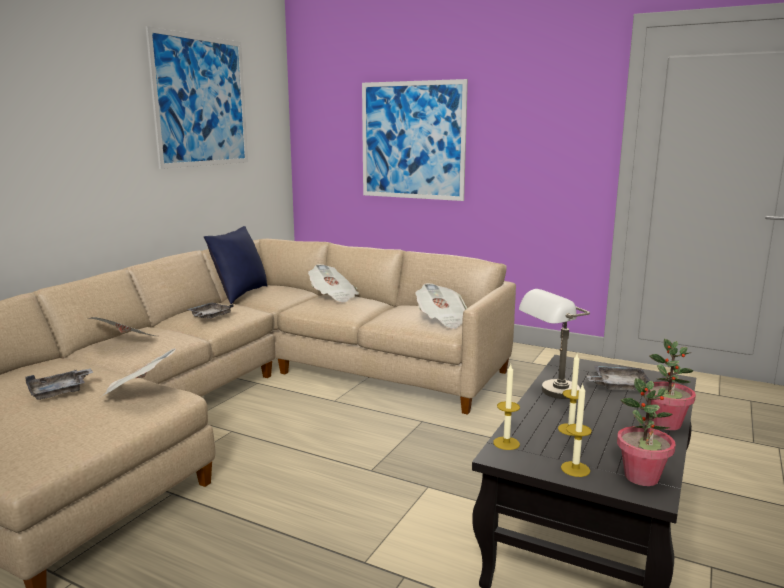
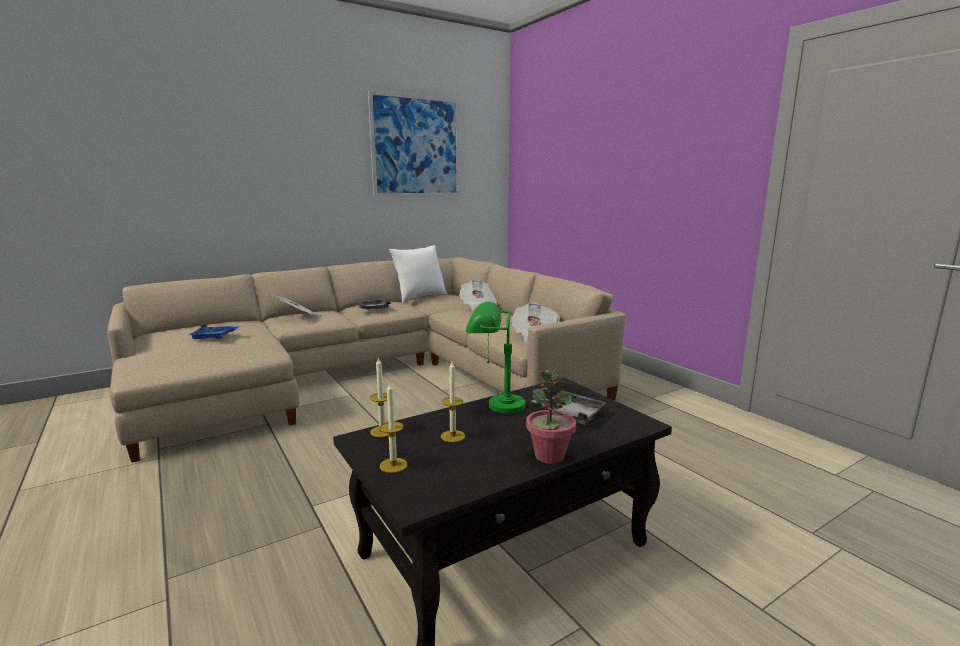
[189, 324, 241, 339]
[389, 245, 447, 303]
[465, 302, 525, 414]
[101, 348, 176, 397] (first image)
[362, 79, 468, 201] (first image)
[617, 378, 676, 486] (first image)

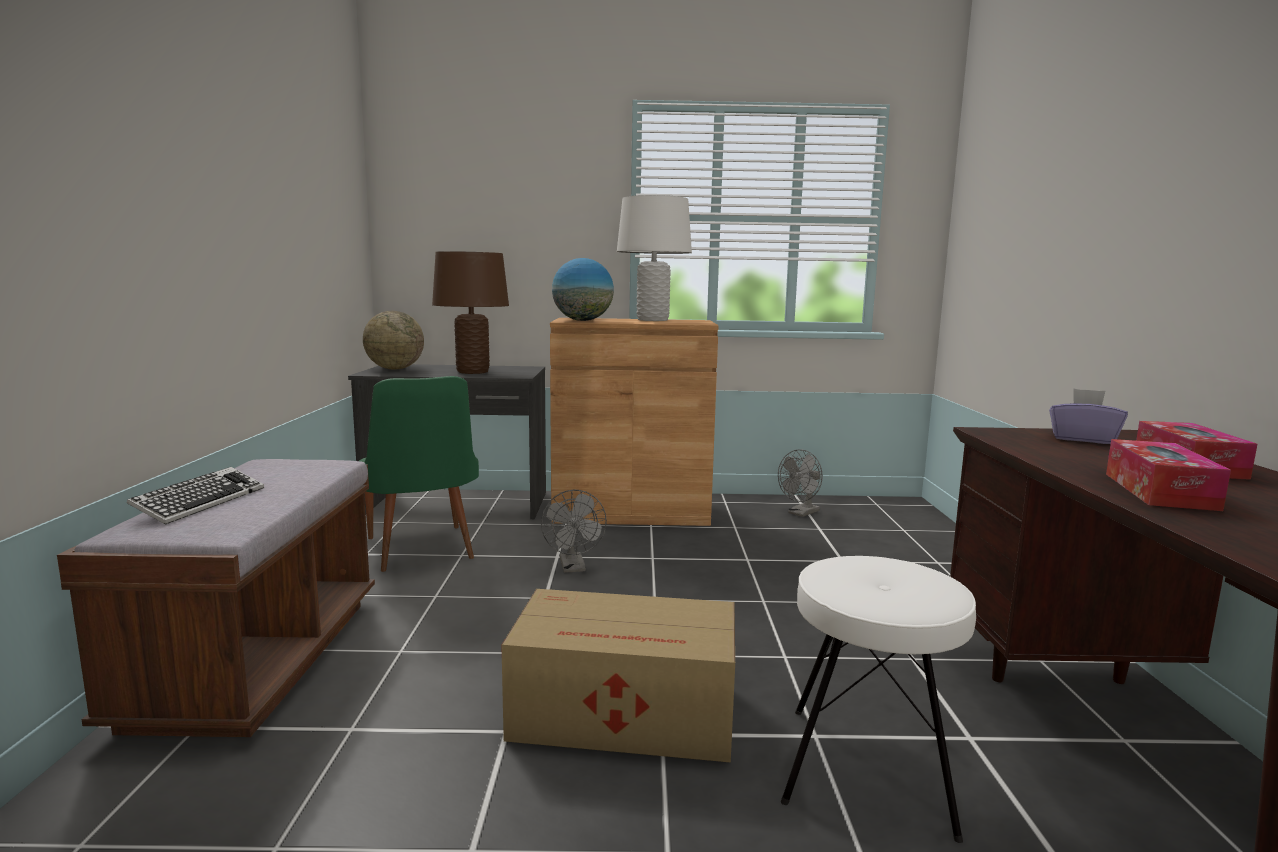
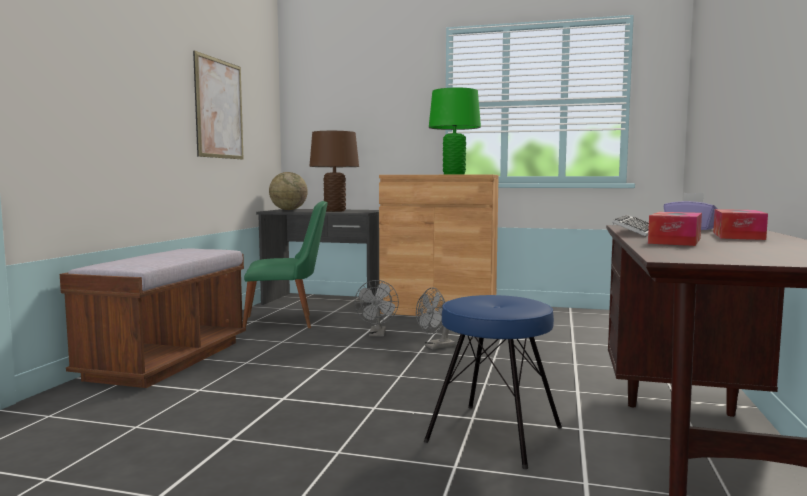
[193, 50, 244, 159]
[243, 201, 328, 332]
[416, 287, 456, 350]
[424, 295, 562, 469]
[429, 88, 481, 175]
[612, 215, 649, 237]
[501, 589, 735, 763] (first image)
[552, 258, 614, 321] (first image)

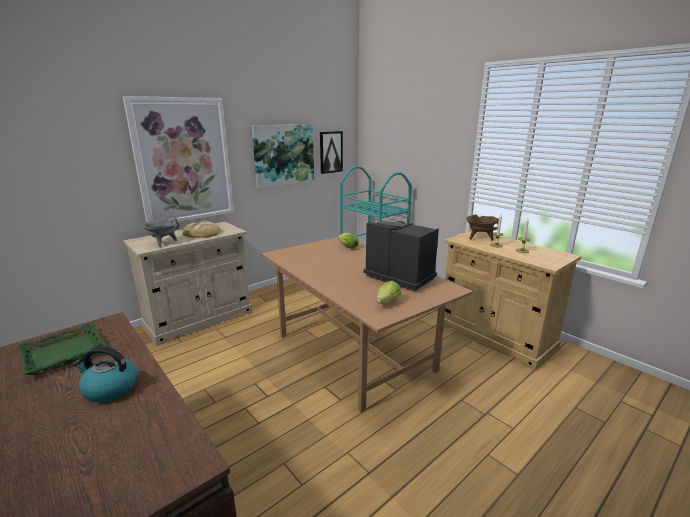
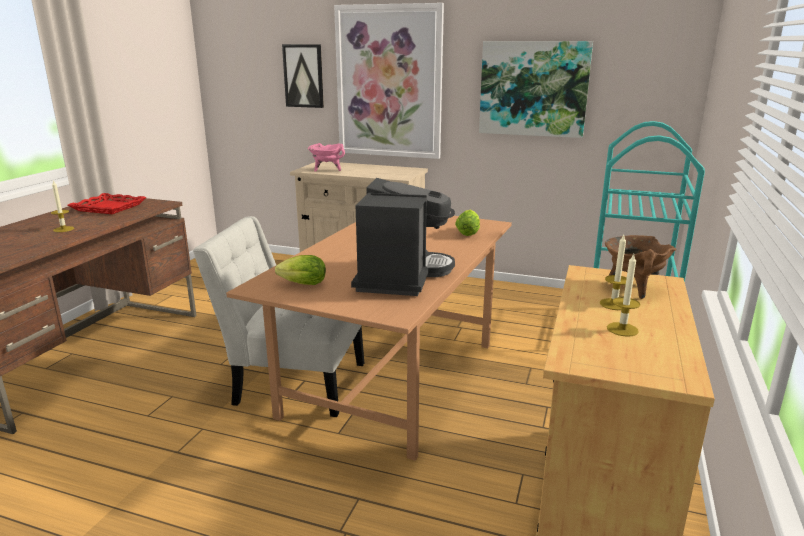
[51, 180, 74, 232]
[68, 193, 146, 214]
[193, 216, 364, 417]
[282, 44, 324, 108]
[308, 143, 345, 172]
[182, 221, 221, 238] (first image)

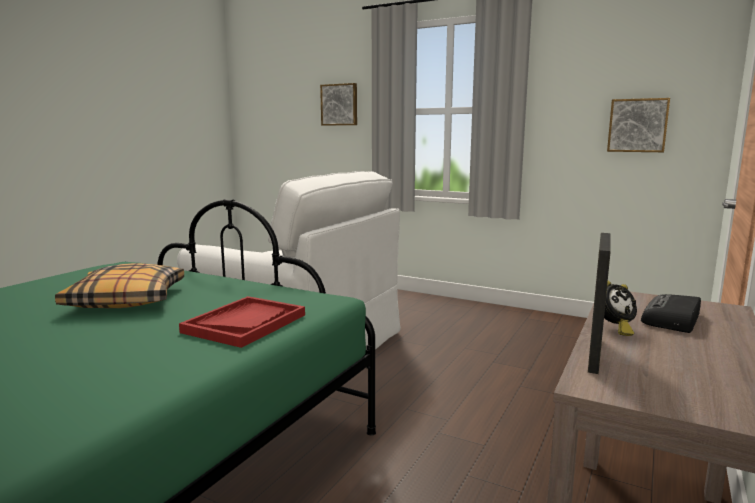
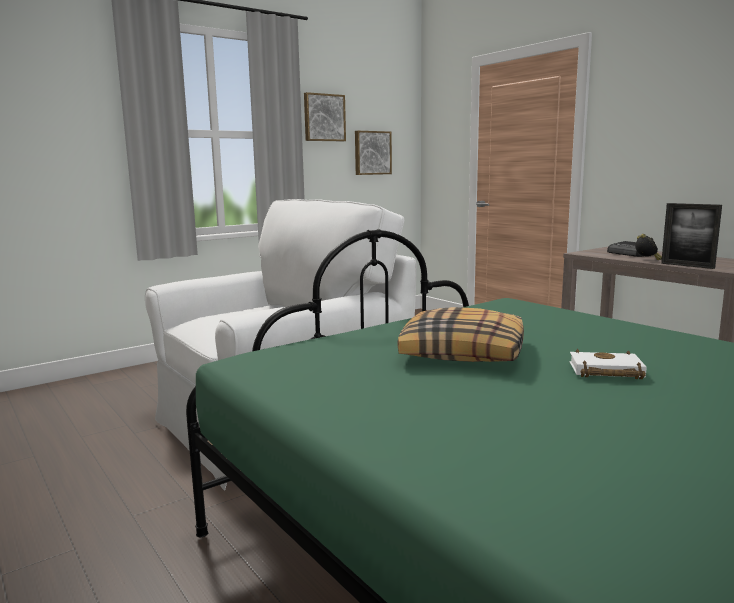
[304, 92, 346, 141]
[569, 349, 647, 379]
[179, 296, 305, 348] (first image)

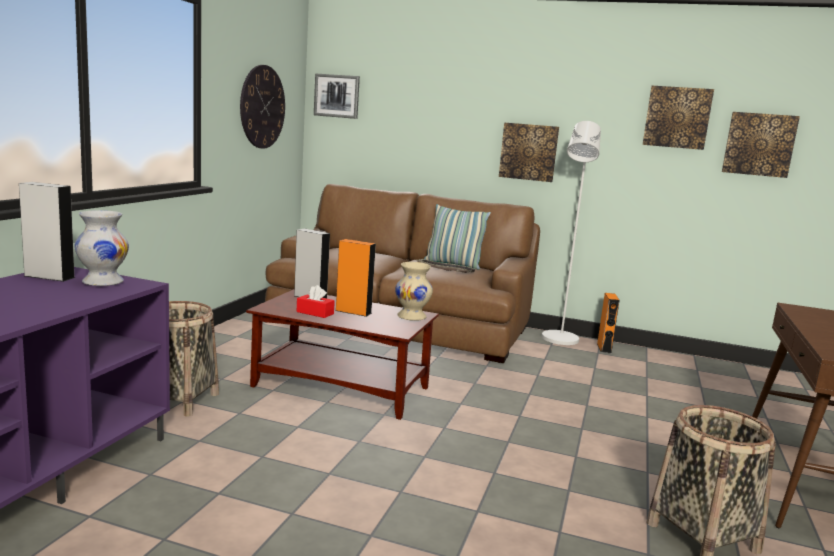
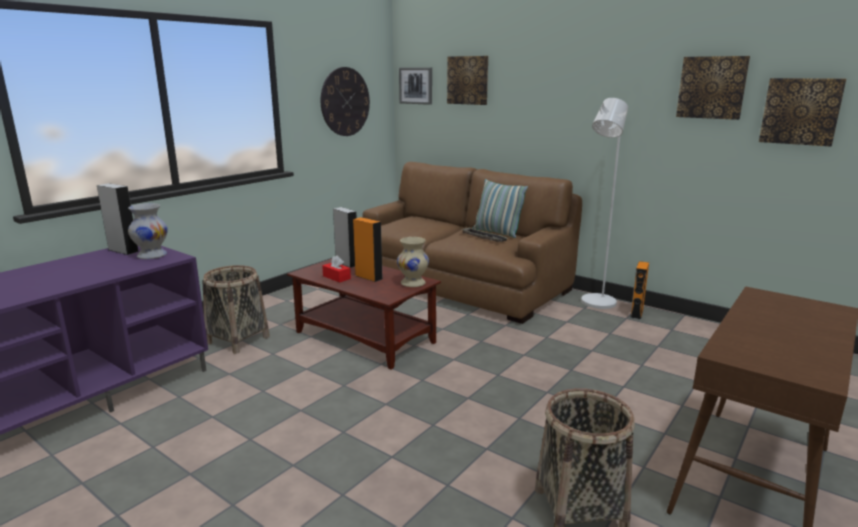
[447, 56, 488, 105]

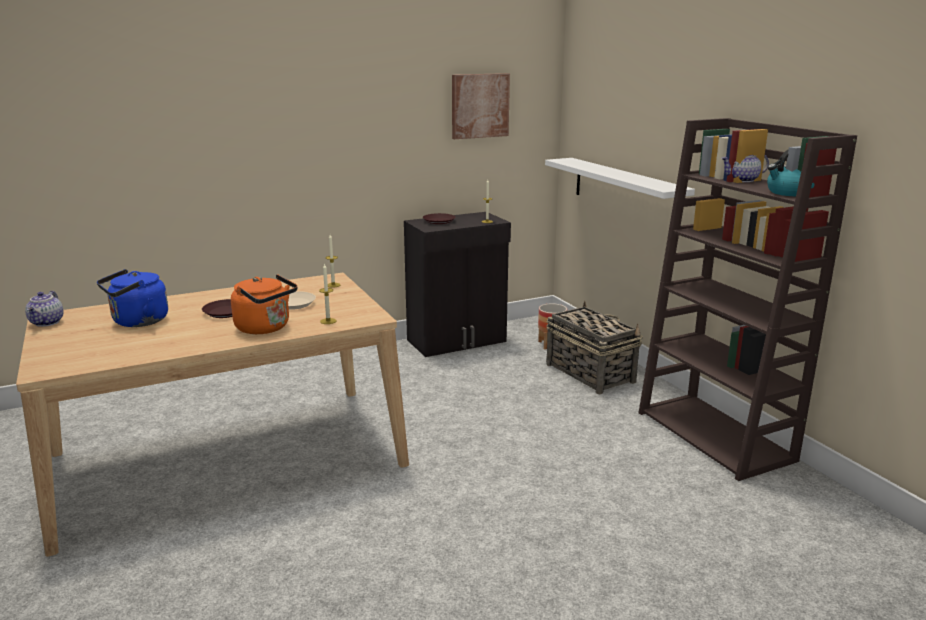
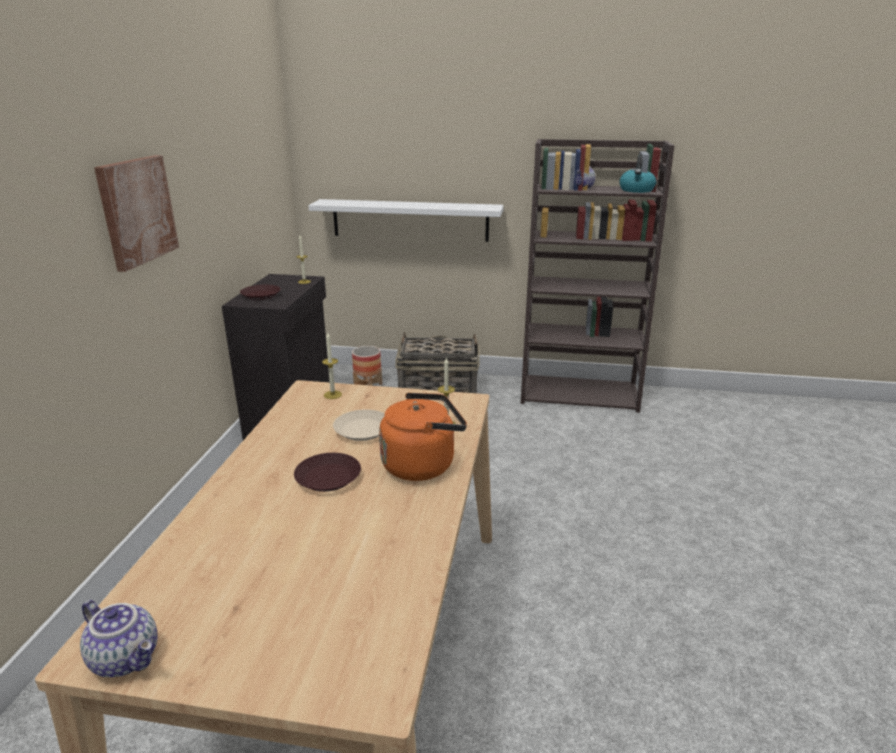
[94, 155, 179, 272]
[97, 269, 168, 327] (first image)

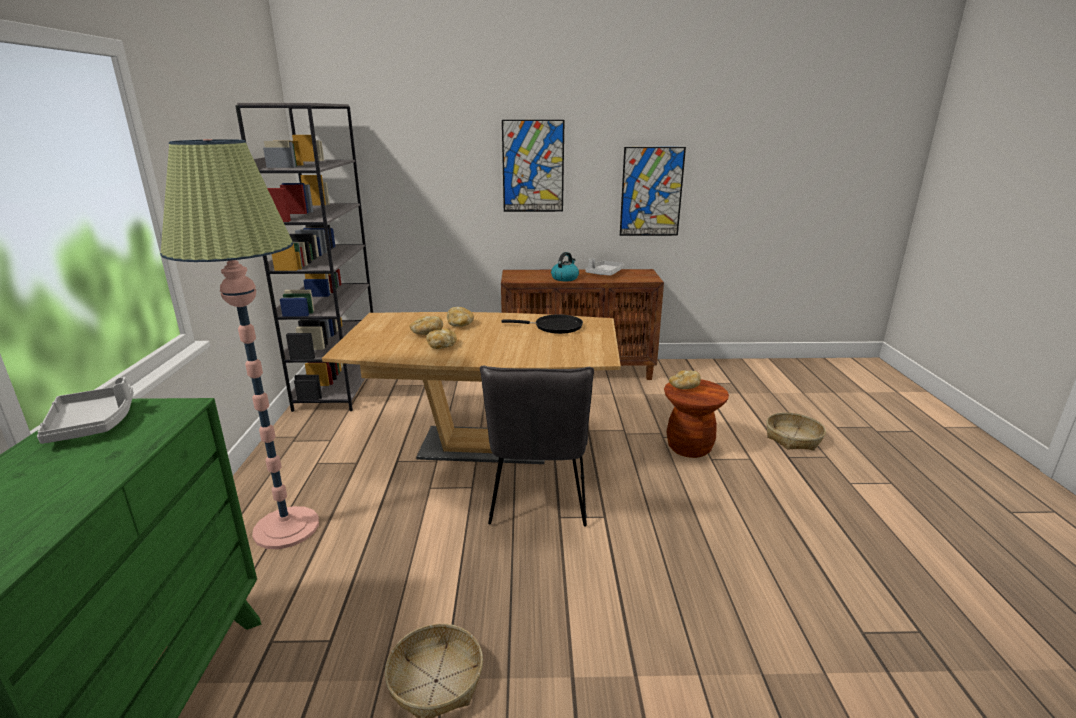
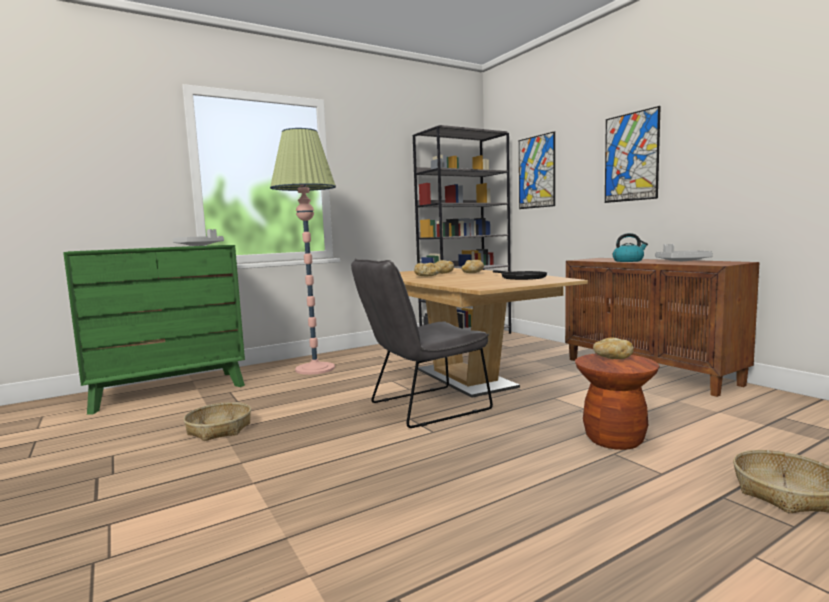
[519, 131, 555, 209]

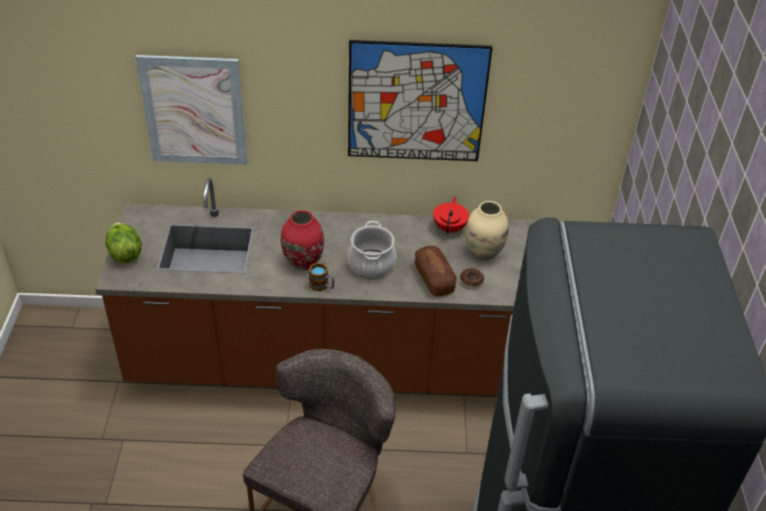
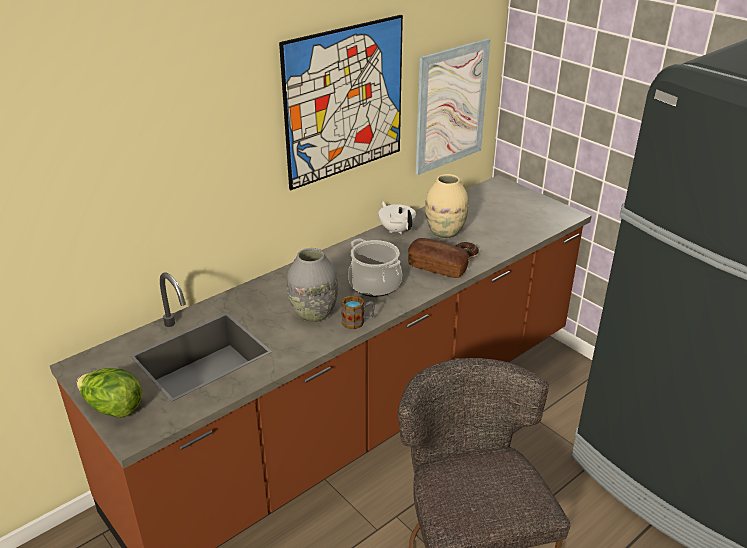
[287, 248, 338, 322]
[378, 201, 416, 234]
[416, 38, 491, 175]

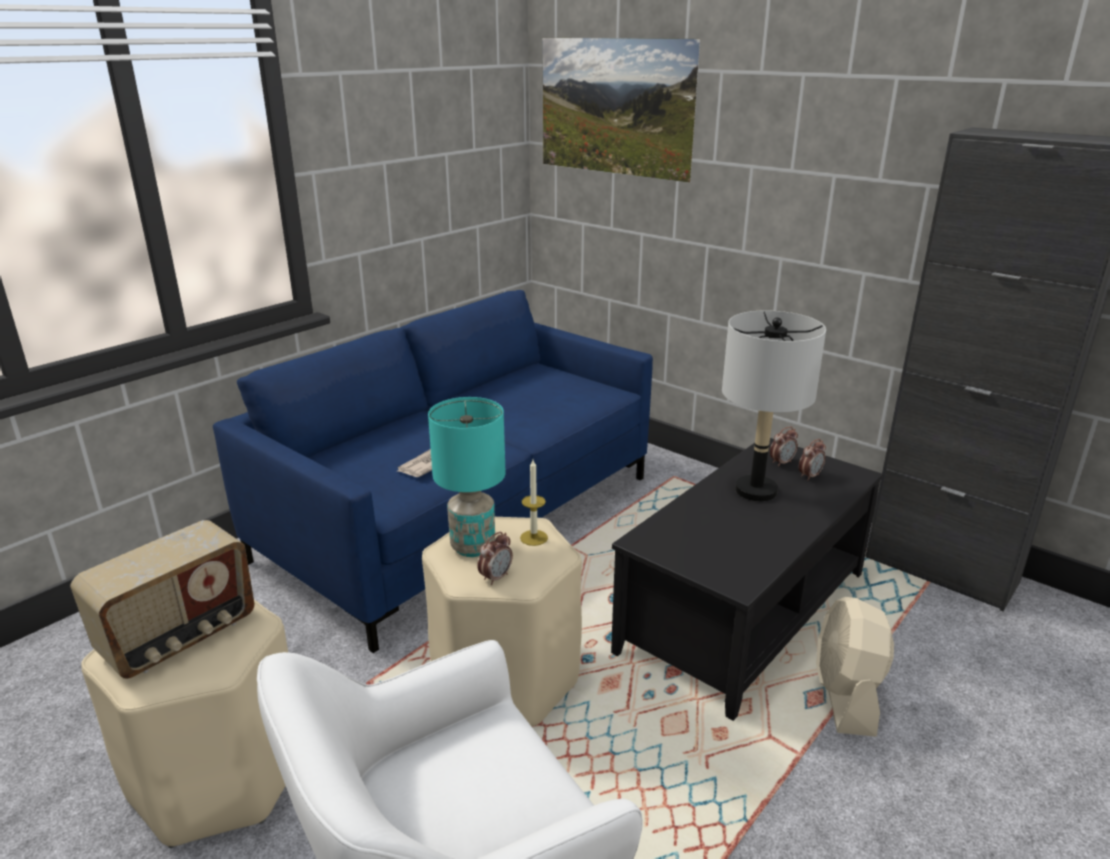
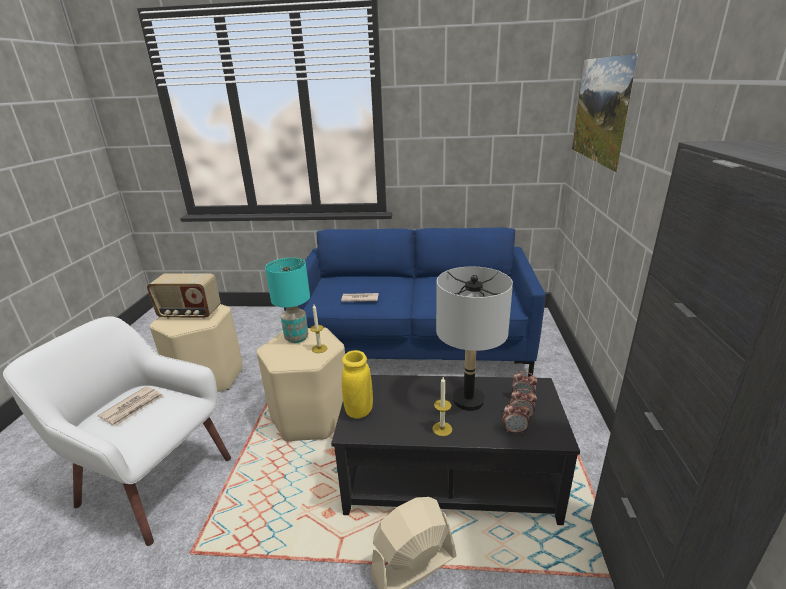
[98, 386, 164, 425]
[342, 350, 373, 419]
[432, 377, 452, 436]
[502, 403, 530, 433]

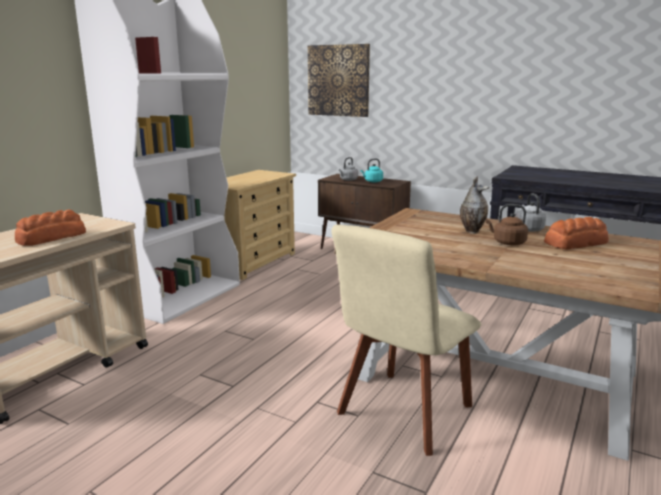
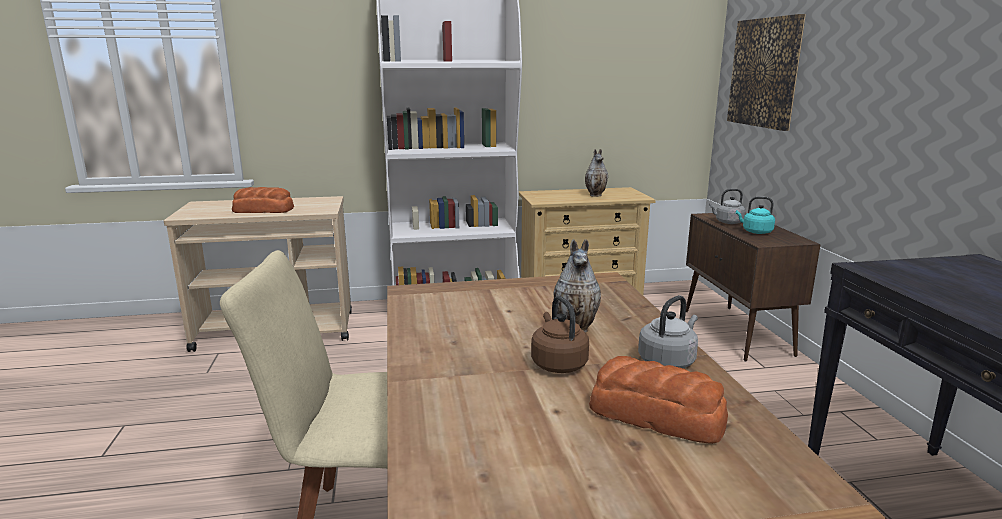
[585, 149, 608, 197]

